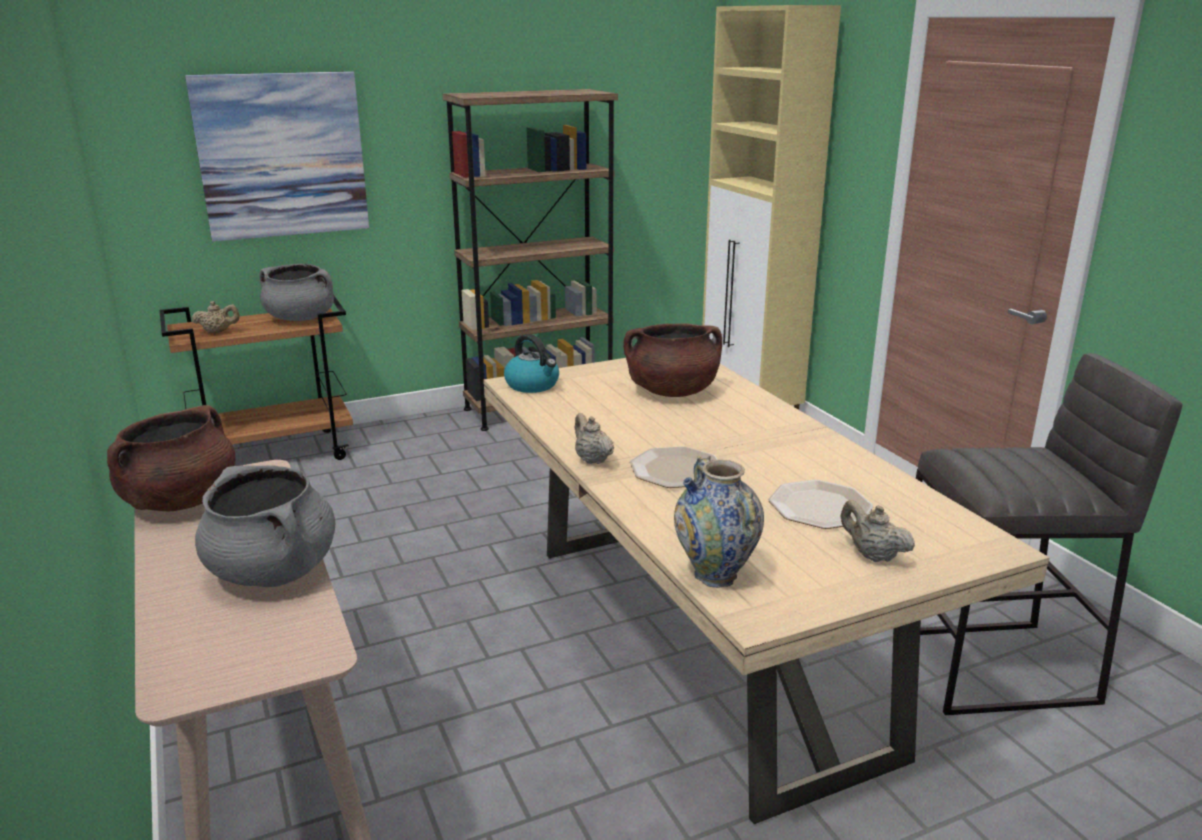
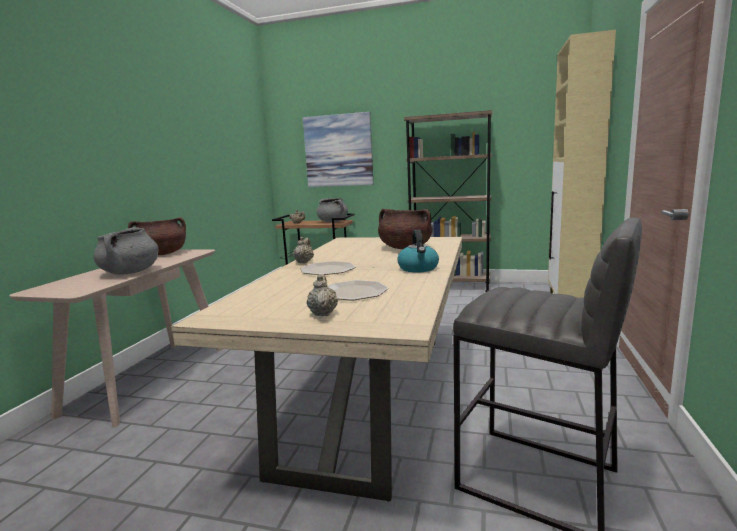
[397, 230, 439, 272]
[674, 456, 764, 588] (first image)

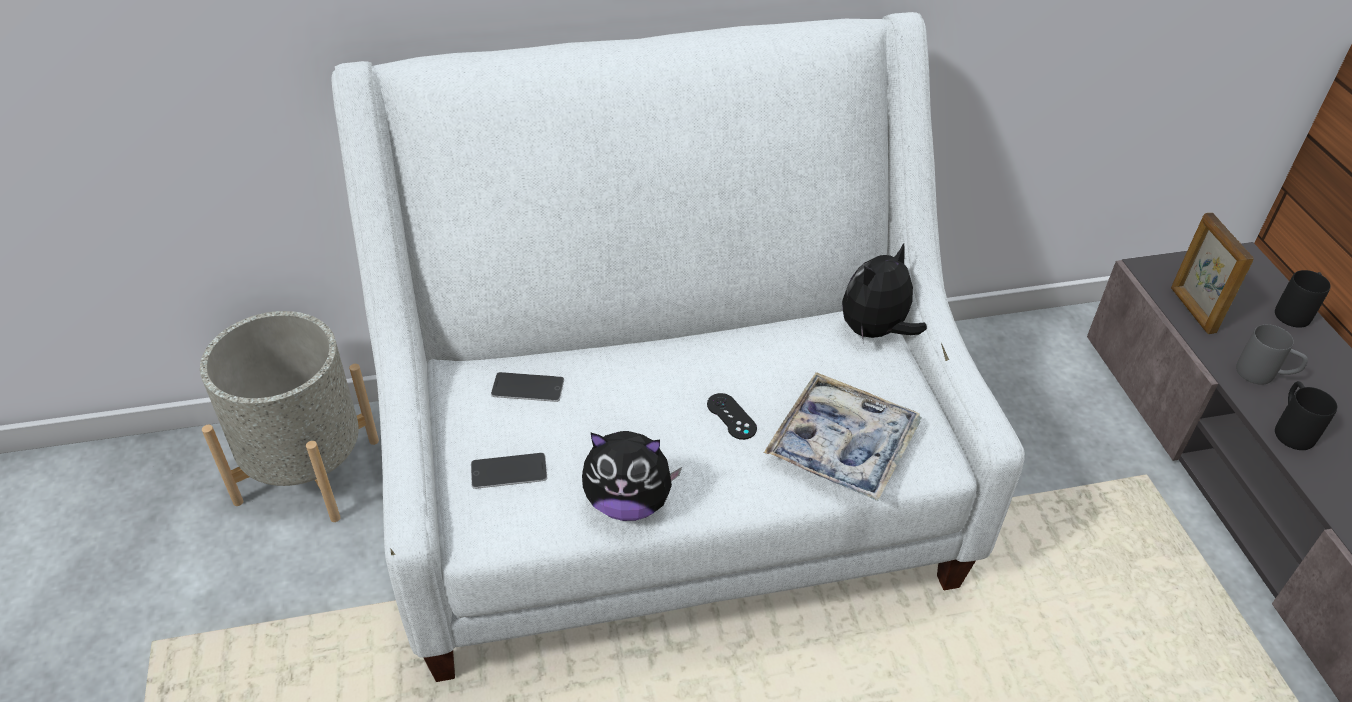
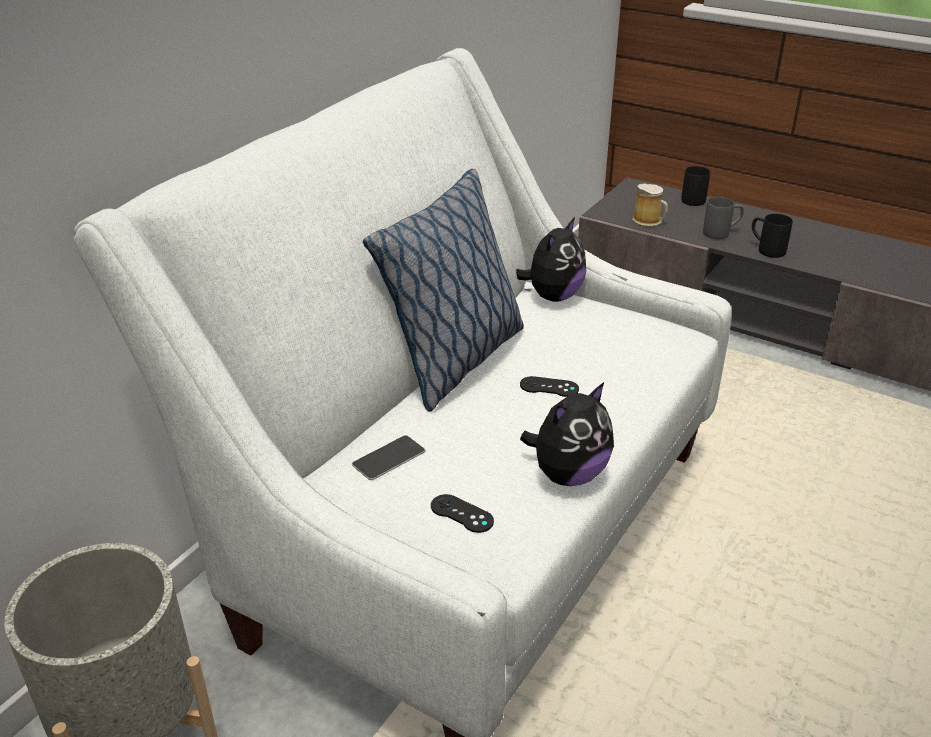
[363, 169, 524, 412]
[431, 494, 494, 533]
[516, 217, 586, 302]
[633, 183, 668, 227]
[764, 372, 921, 501] (first image)

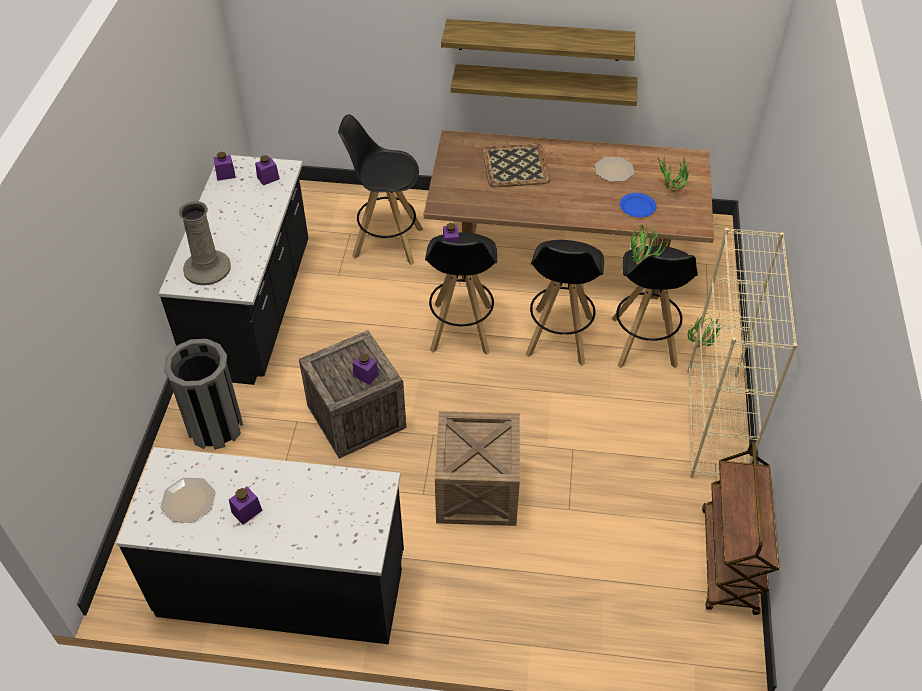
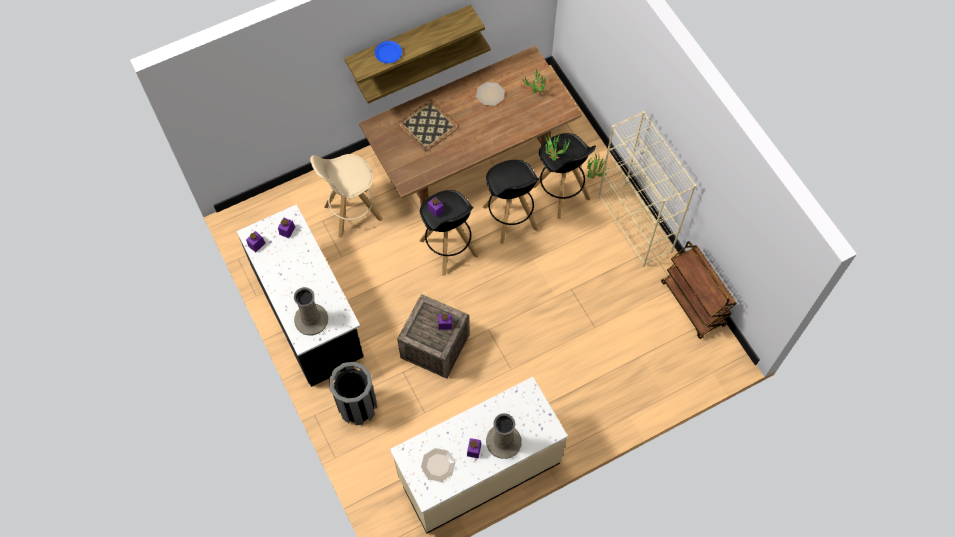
[310, 154, 383, 238]
[375, 41, 402, 63]
[390, 377, 568, 534]
[486, 413, 522, 459]
[435, 411, 520, 526] (first image)

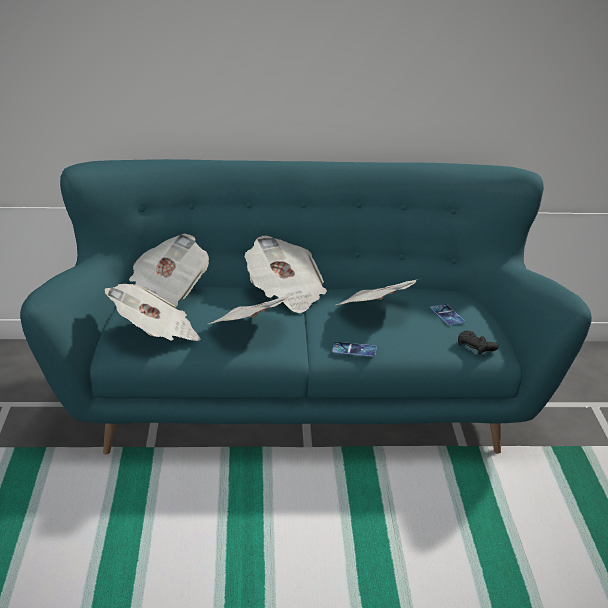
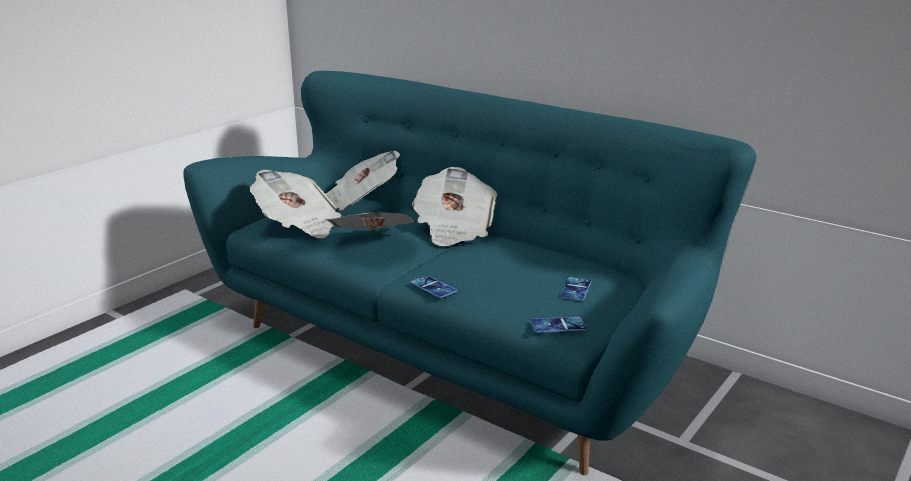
[530, 317, 587, 333]
[336, 279, 418, 305] (first image)

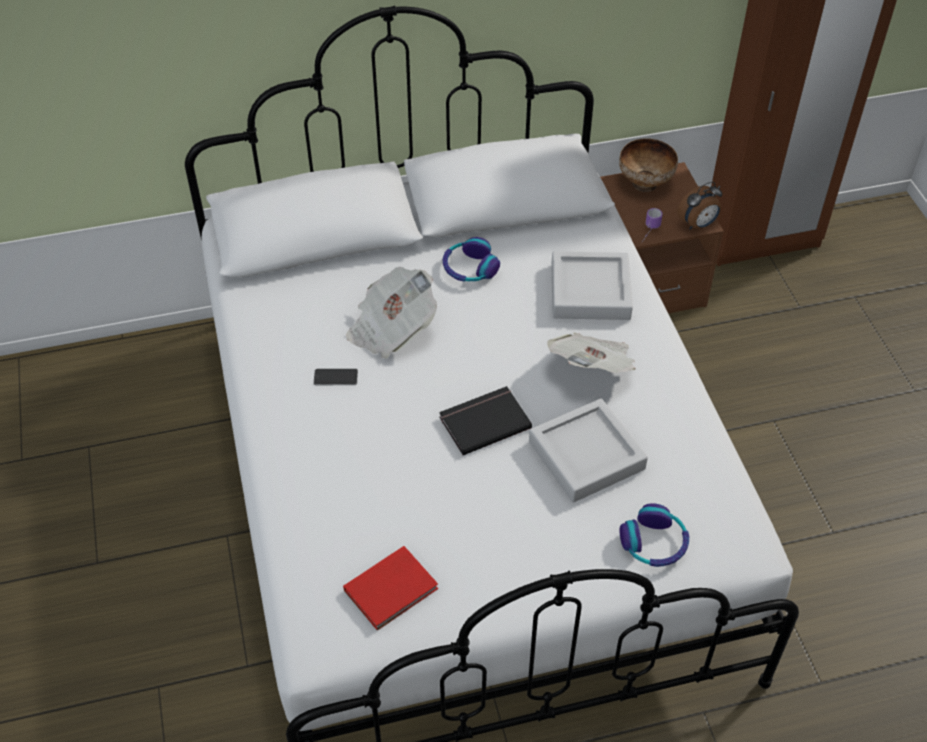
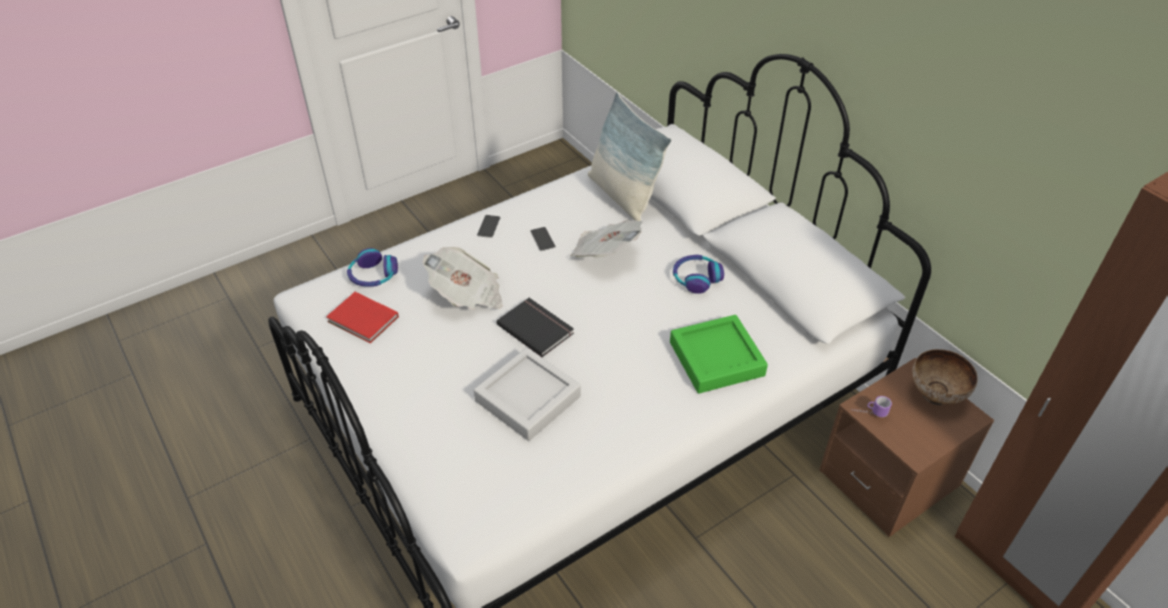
[347, 248, 398, 287]
[423, 247, 503, 310]
[477, 215, 501, 238]
[588, 92, 671, 221]
[670, 315, 768, 394]
[678, 182, 722, 229] (first image)

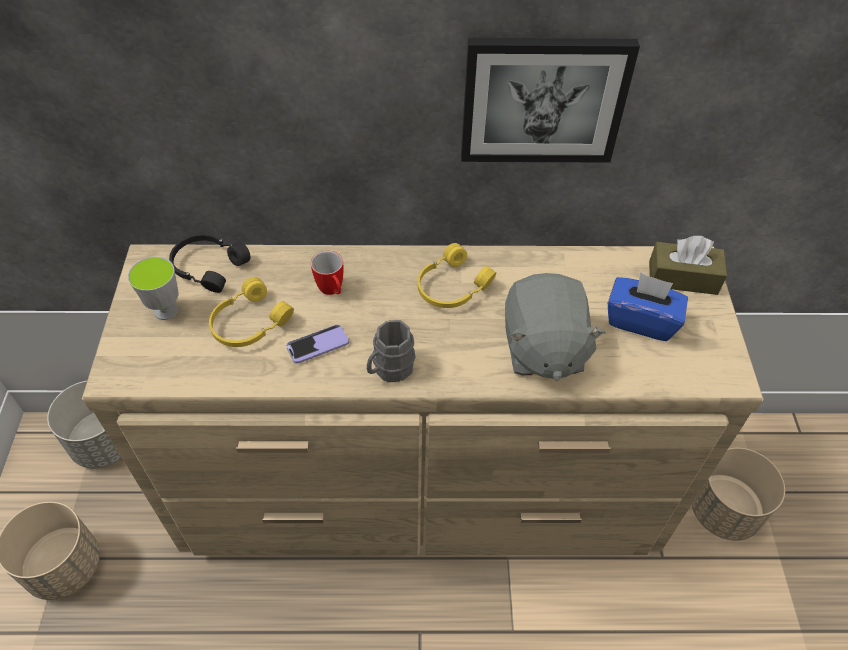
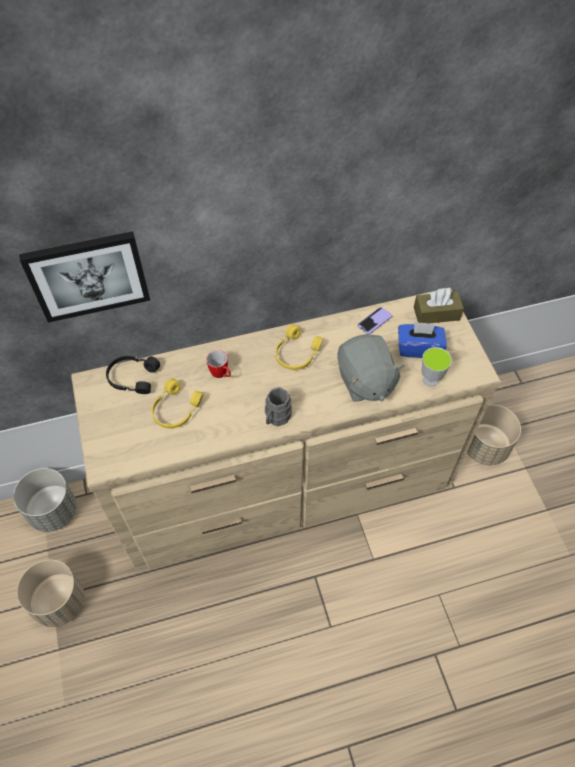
[19, 231, 150, 323]
[358, 307, 392, 334]
[421, 347, 452, 387]

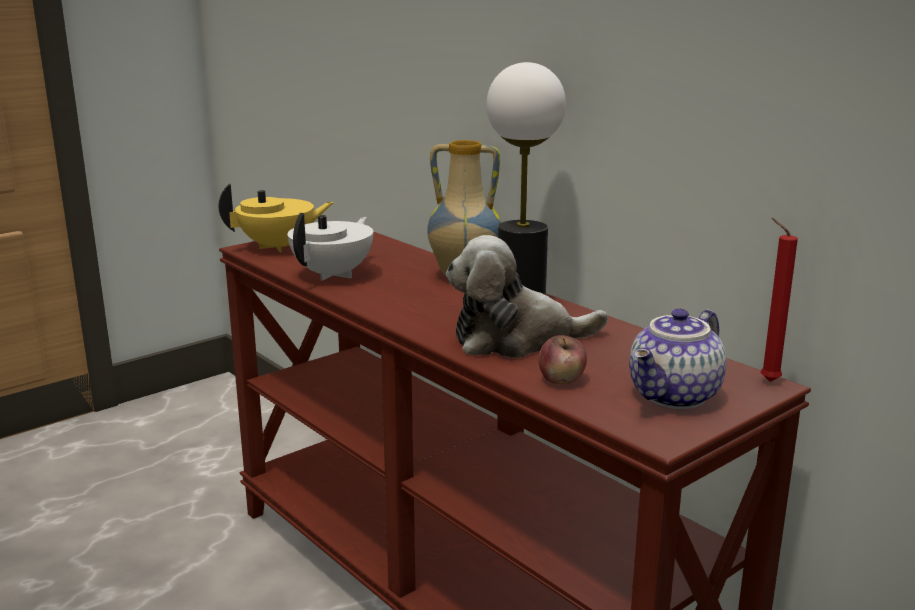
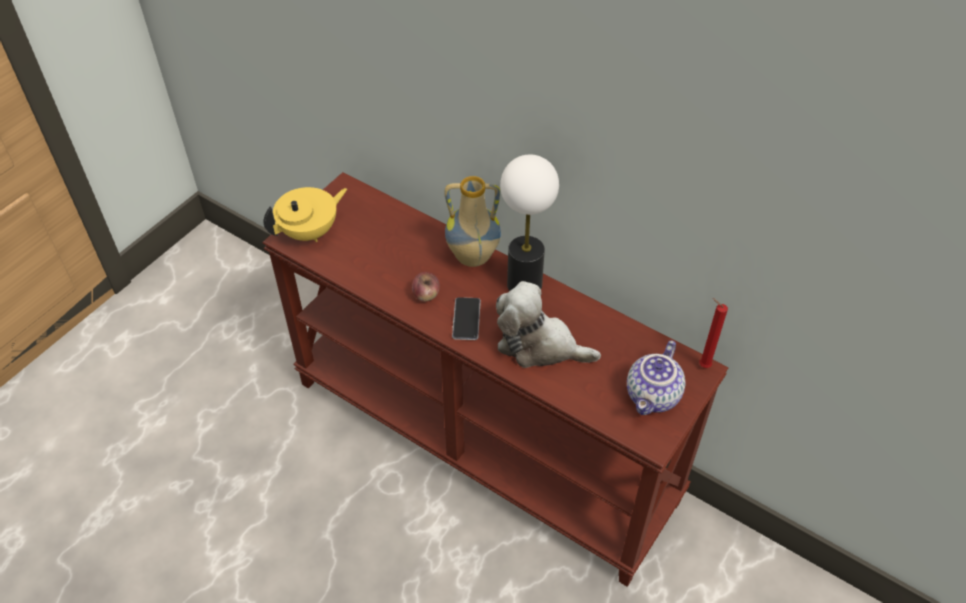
[412, 272, 440, 302]
[452, 297, 481, 340]
[496, 281, 601, 368]
[287, 213, 373, 281] (first image)

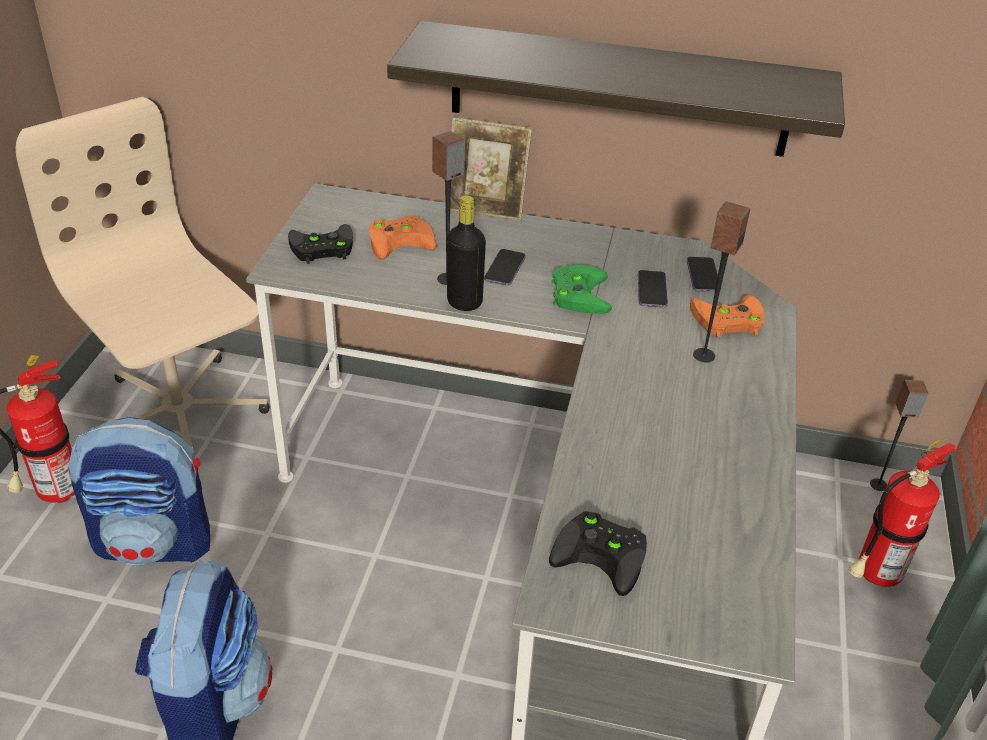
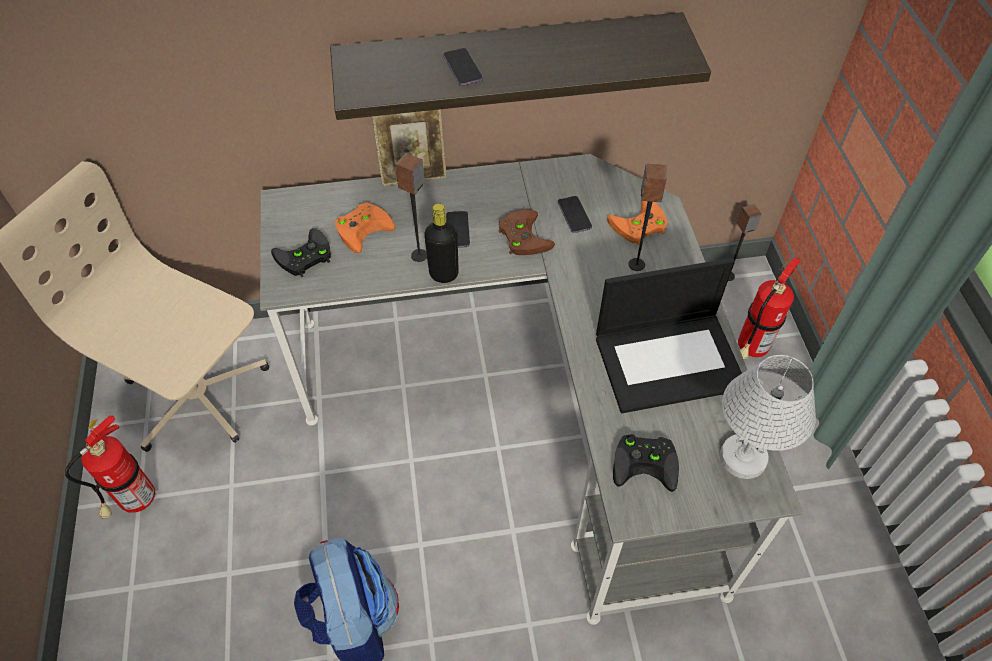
[443, 48, 483, 86]
[498, 209, 555, 255]
[596, 258, 742, 413]
[720, 355, 816, 479]
[69, 417, 210, 565] (first image)

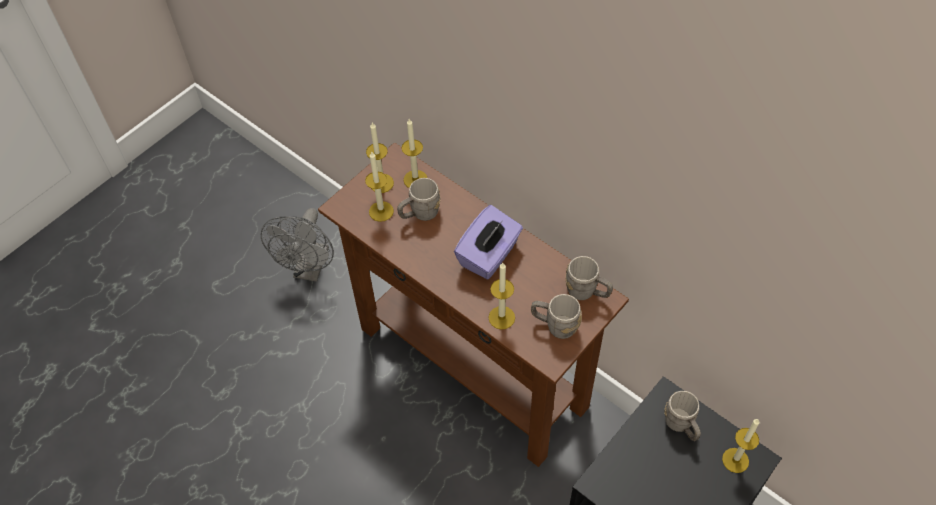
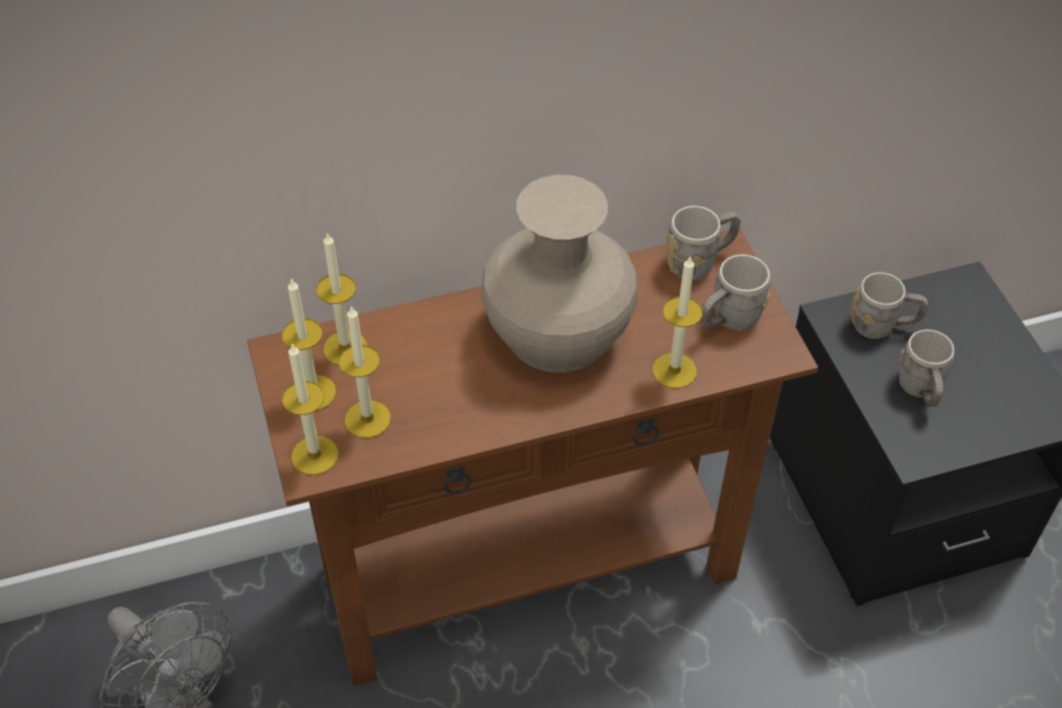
[282, 343, 339, 475]
[481, 175, 638, 373]
[899, 329, 954, 407]

